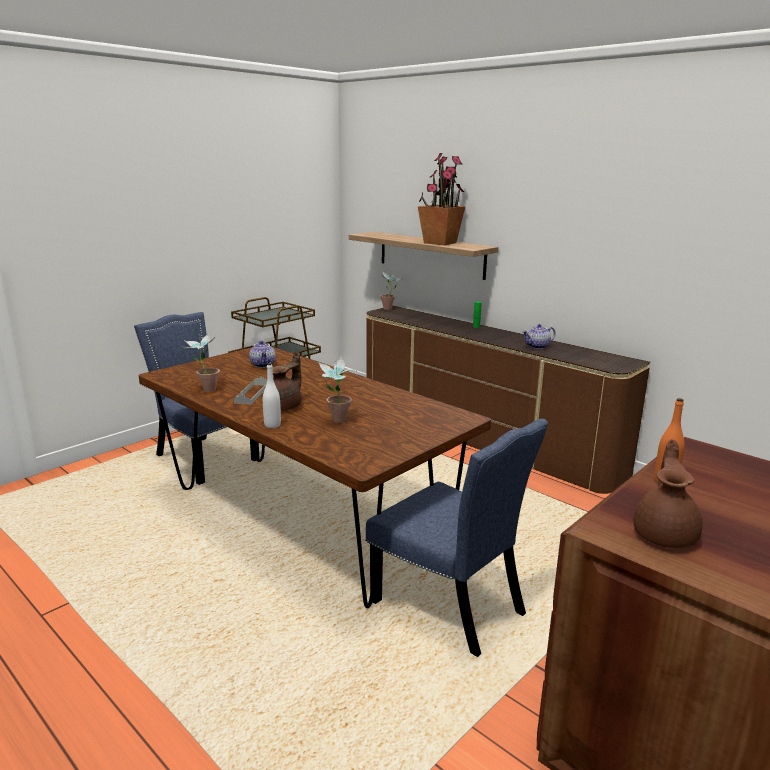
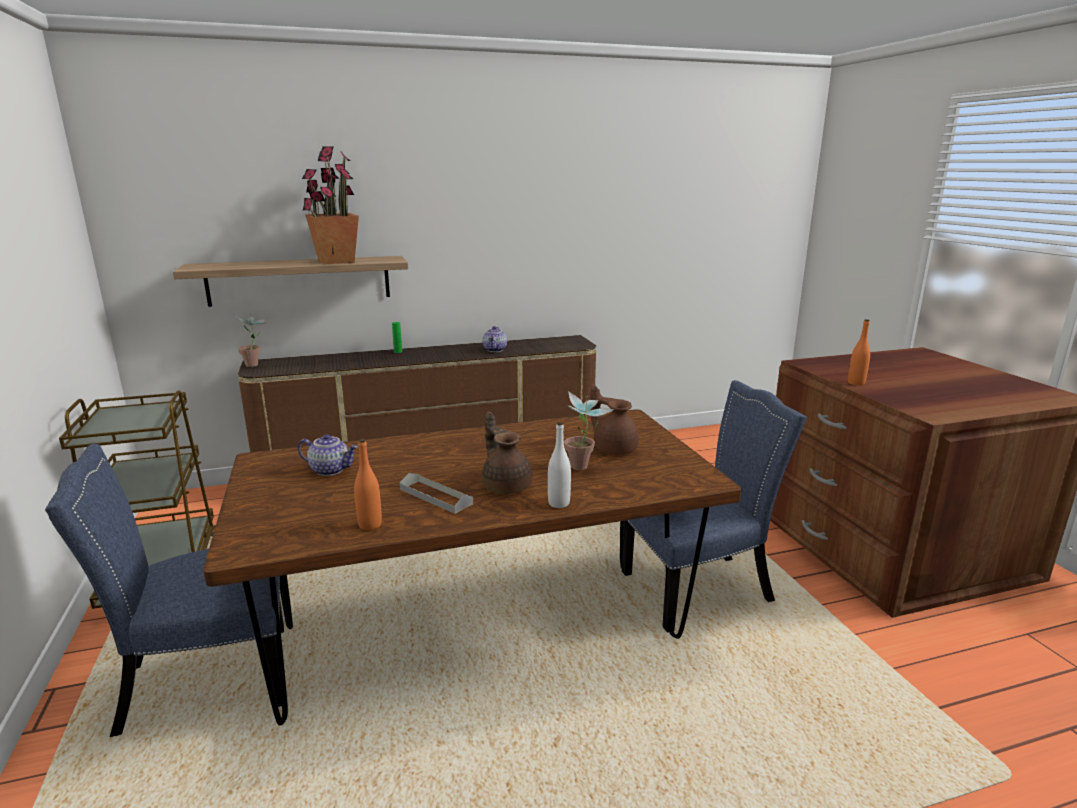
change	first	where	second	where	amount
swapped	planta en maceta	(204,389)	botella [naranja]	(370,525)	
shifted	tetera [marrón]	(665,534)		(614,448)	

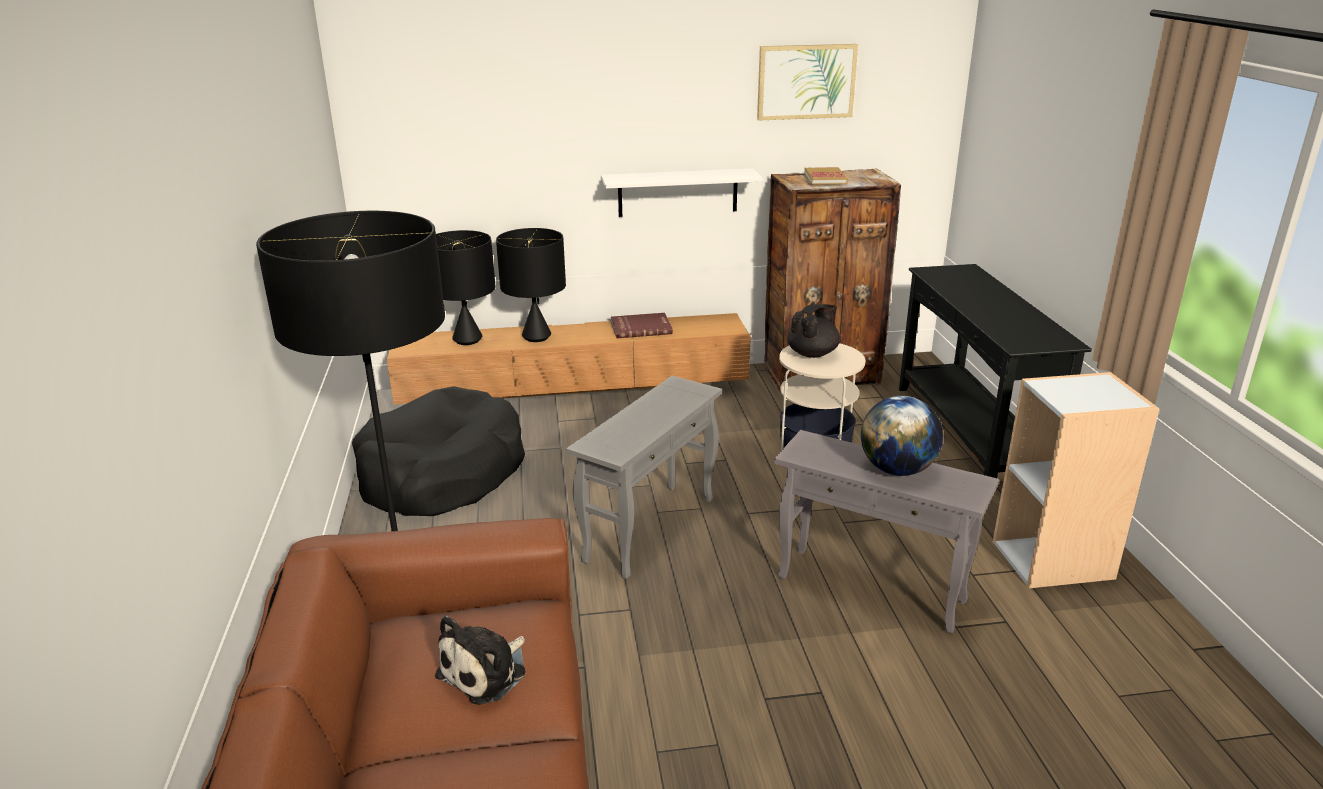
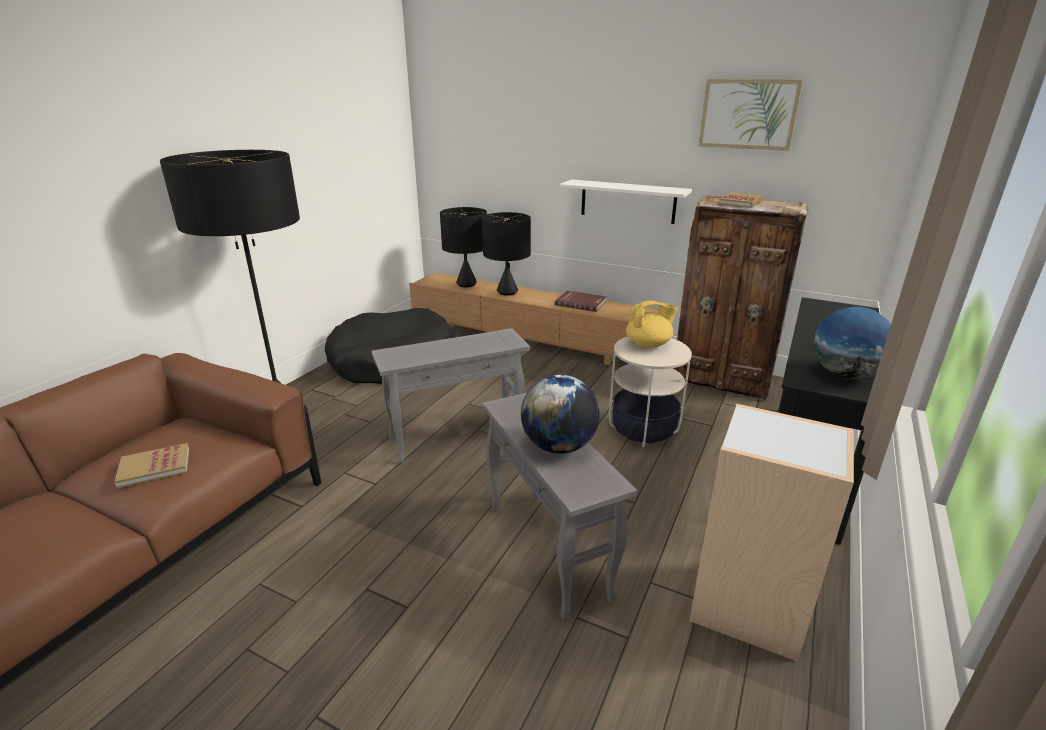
change	first	where	second	where	amount
swapped	peluche	(486,672)	libro	(154,467)	
repainted	tetera [negro]	(813,353)	tetera [amarillo]	(649,344)	
new			globo terráqueo	(845,375)	

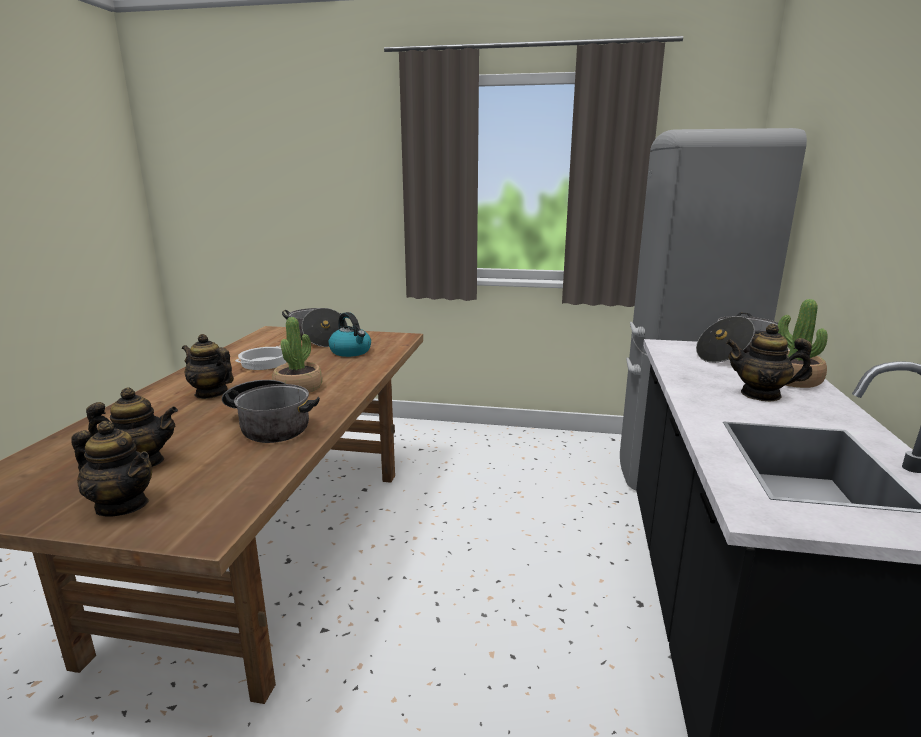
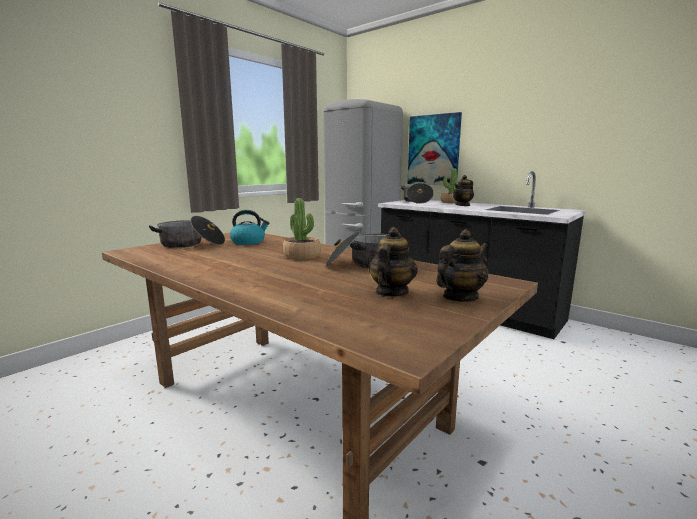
change	first	where	second	where	amount
new			cuadro	(433,150)	
gone	tetera	(211,393)			
gone	olla	(264,363)			

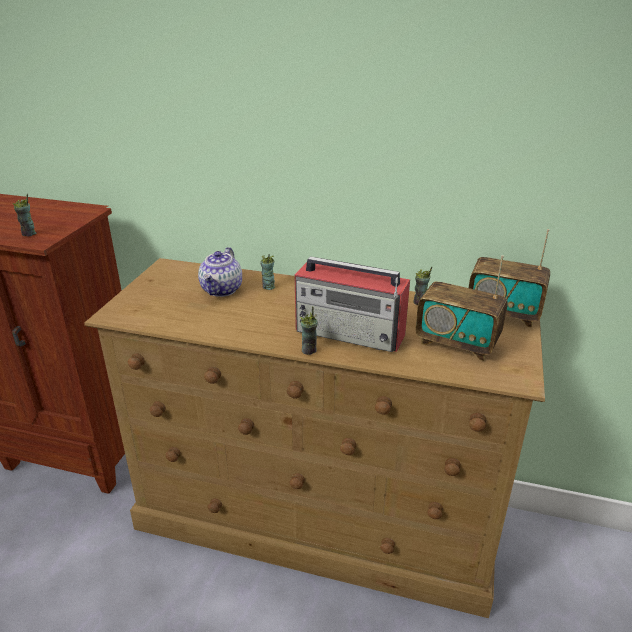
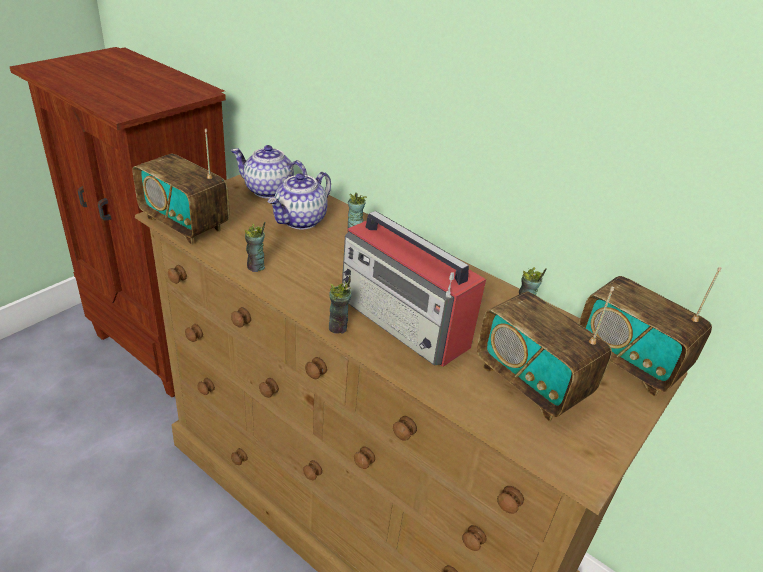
change	first	where	second	where	amount
new			radio	(185,224)	
new			tetera	(268,191)	
shifted	taza	(29,234)		(256,267)	

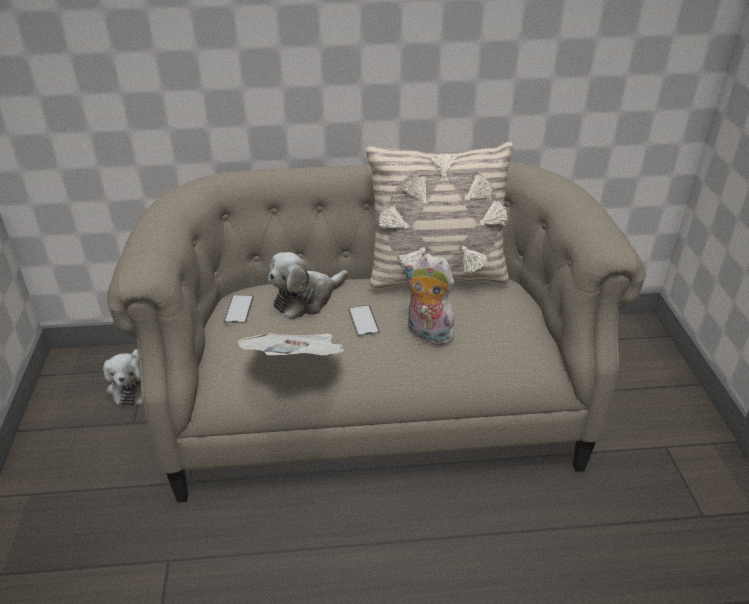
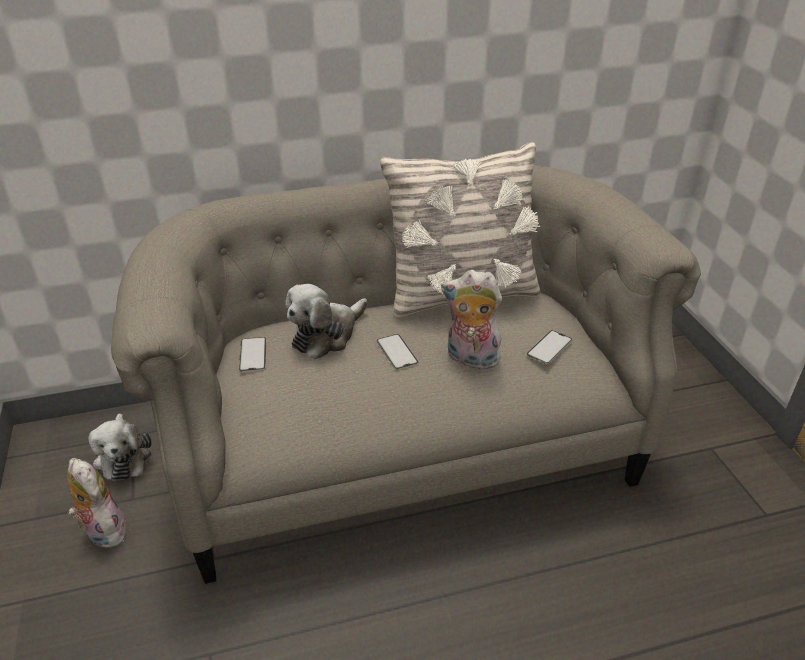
change	first	where	second	where	amount
new			peluche	(102,531)	
new			móvil	(549,347)	
gone	periódico	(297,364)			

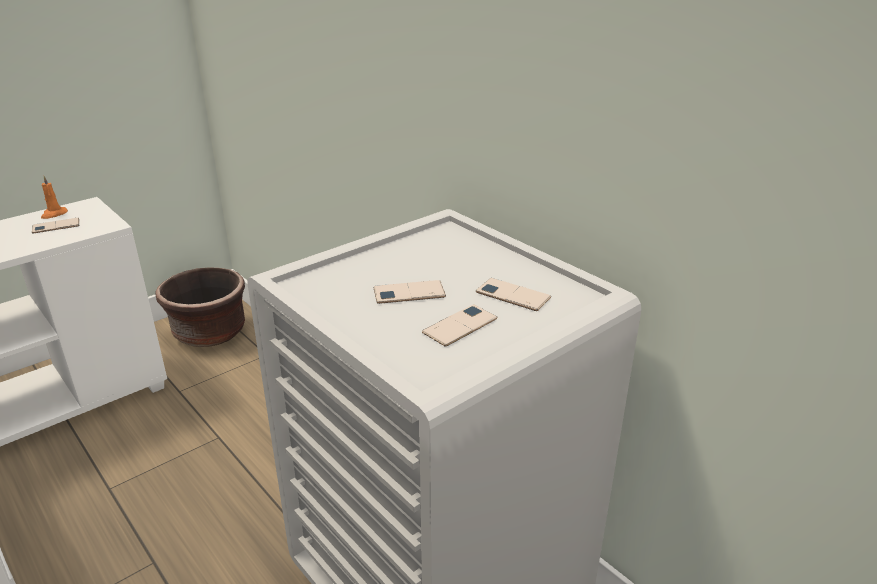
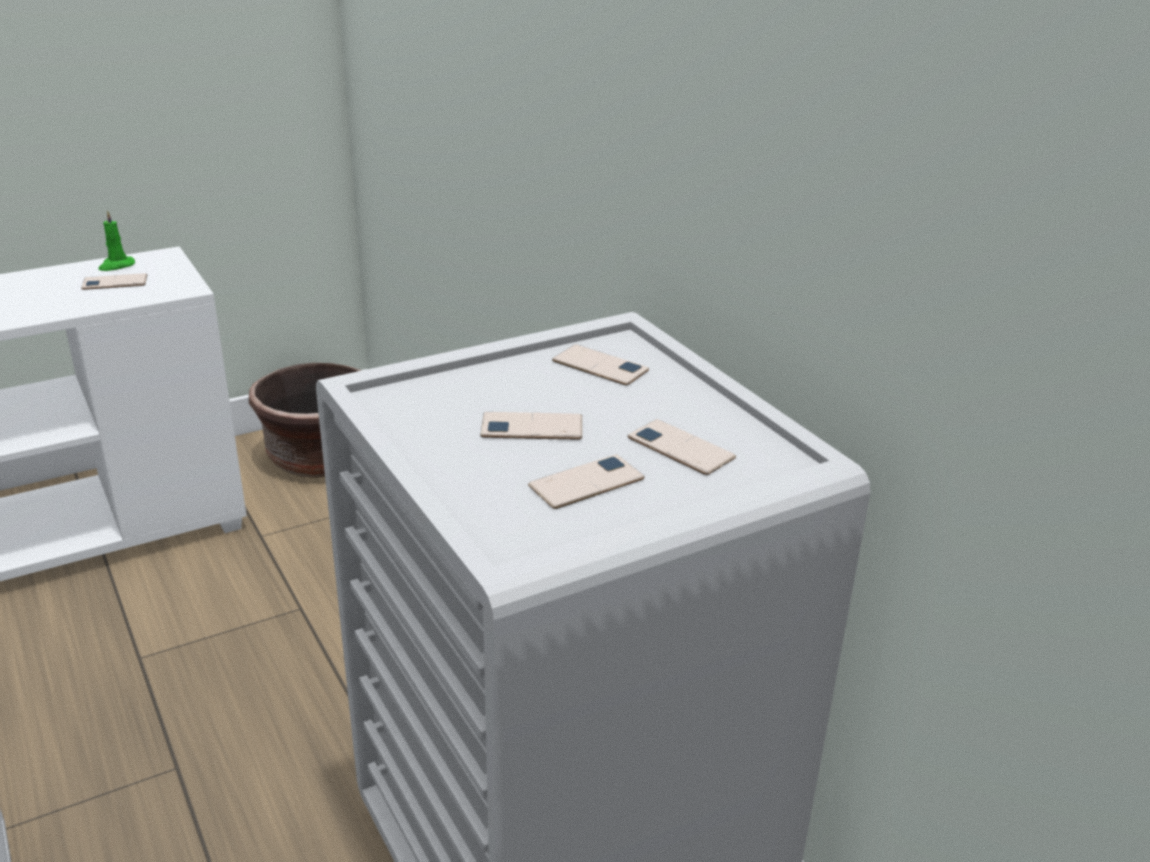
change	first	where	second	where	amount
repainted	vela [naranja]	(54,214)	vela [verde]	(116,266)	
new			móvil	(600,366)	

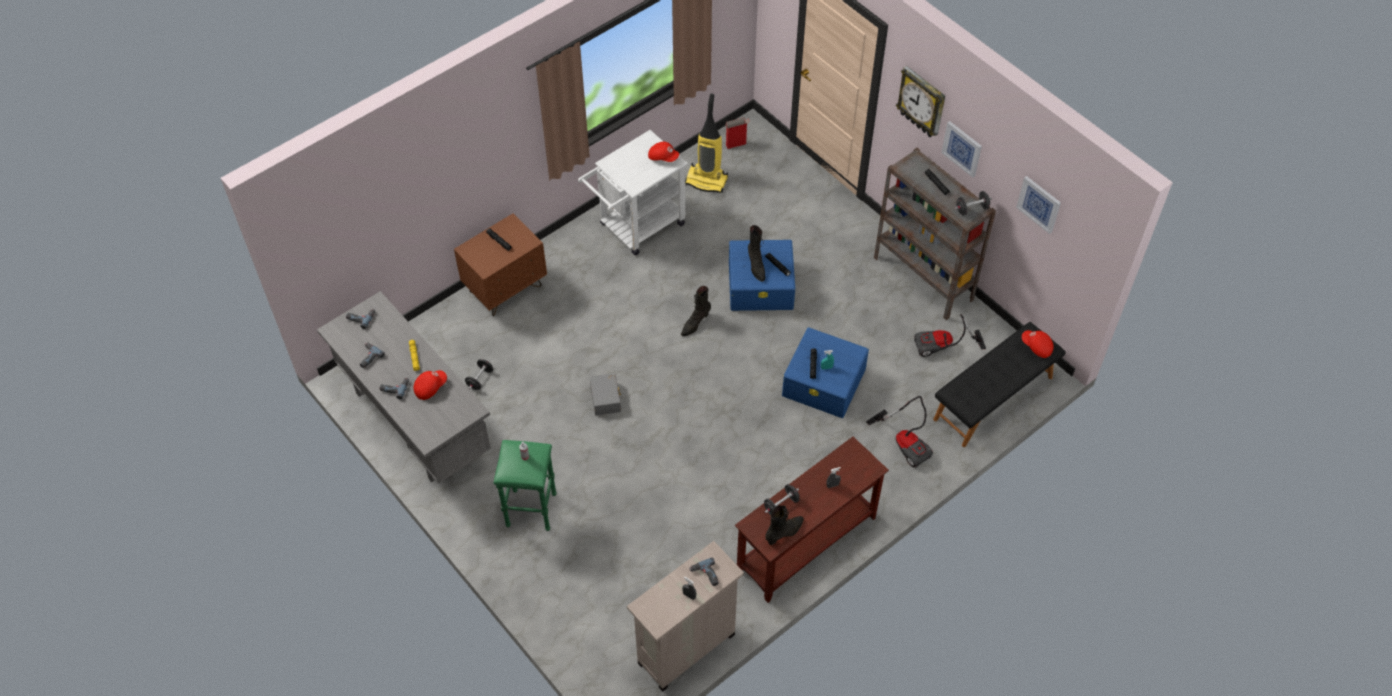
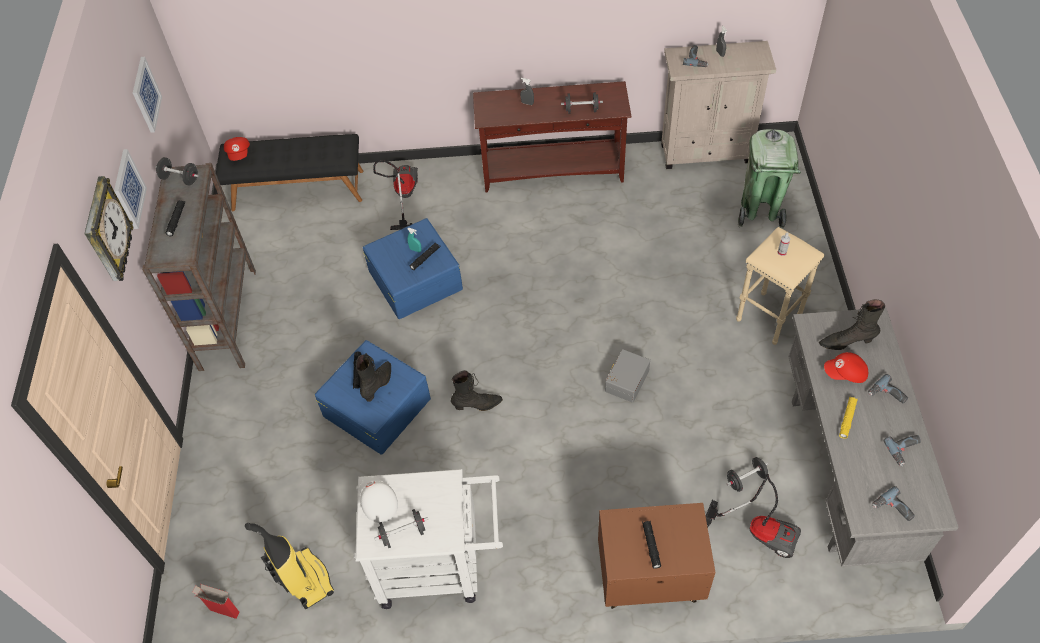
change	first	where	second	where	amount
repainted	gorra [rojo]	(663,157)	gorra [blanco]	(378,503)	
new			mancuerna [negro]	(403,534)	
shifted	aspiradora	(943,347)		(760,530)	
repainted	taburete [verde]	(532,508)	taburete [beis]	(767,318)	
new			papelera [verde]	(760,211)	
shifted	bota [negro]	(784,533)		(846,342)	

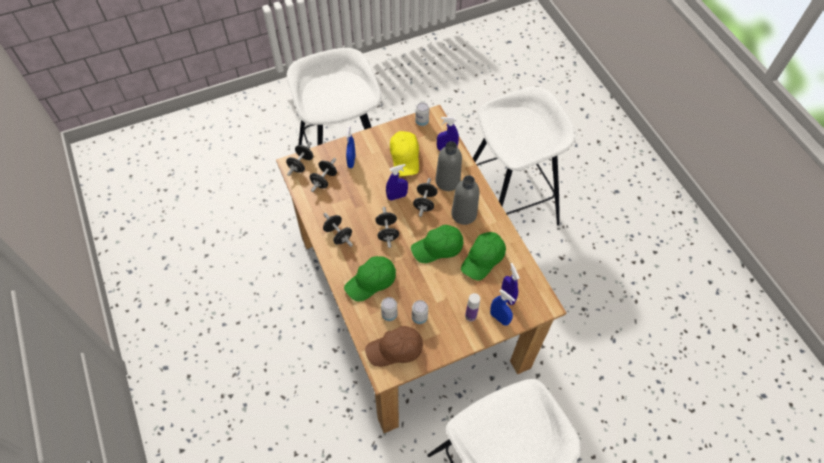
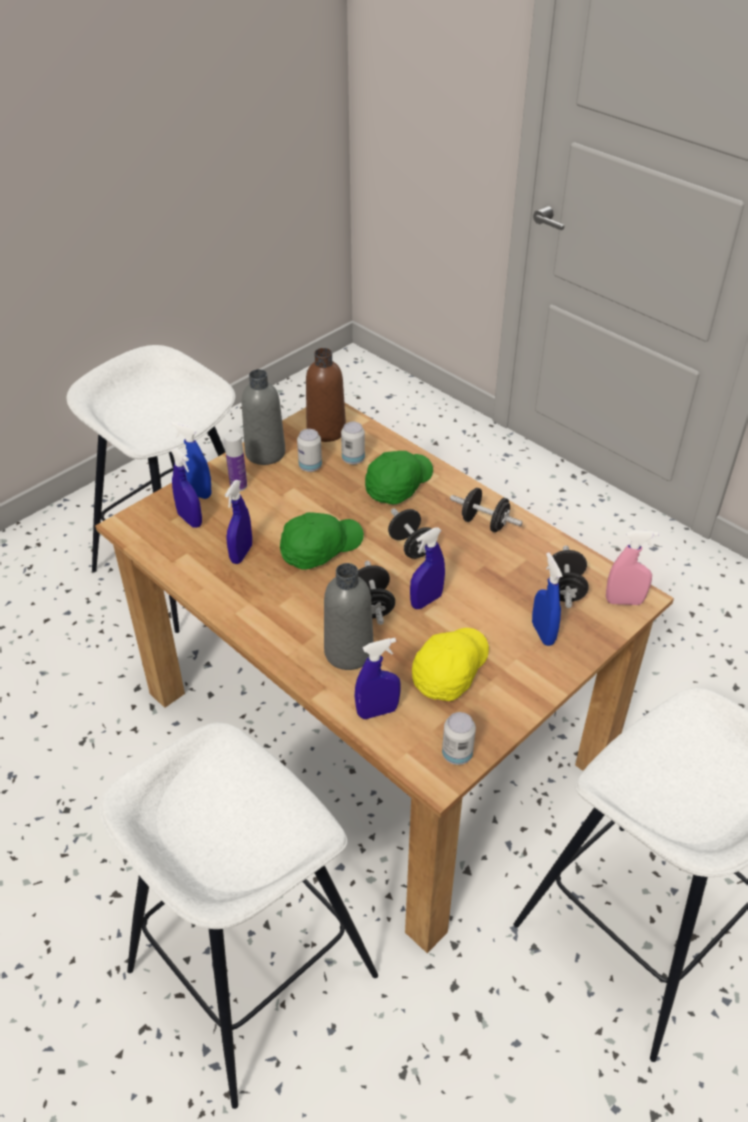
change	first	where	second	where	amount
swapped	gorra [verde]	(483,259)	pulverizador [azul]	(241,554)	
shifted	botella [gris]	(464,214)		(265,453)	
swapped	gorra [marrón]	(395,350)	botella [marrón]	(326,431)	
rotated	gorra [amarillo]	(405,158)		(449,670)	60 degrees clockwise
swapped	mancuerna [negro]	(301,164)	pulverizador [rosa]	(624,601)	

